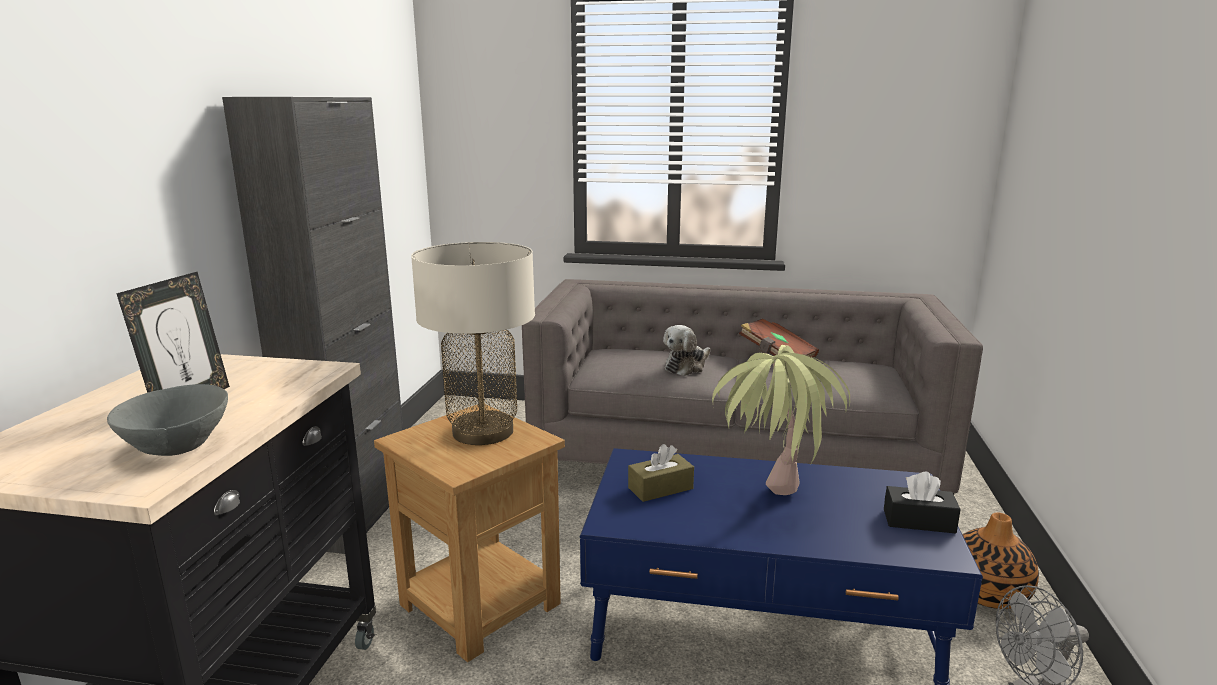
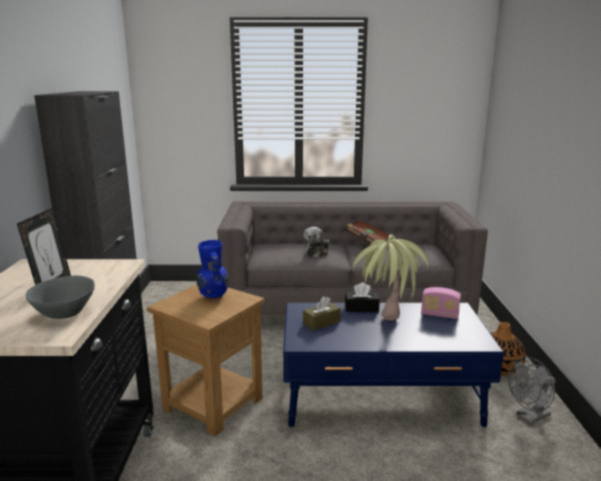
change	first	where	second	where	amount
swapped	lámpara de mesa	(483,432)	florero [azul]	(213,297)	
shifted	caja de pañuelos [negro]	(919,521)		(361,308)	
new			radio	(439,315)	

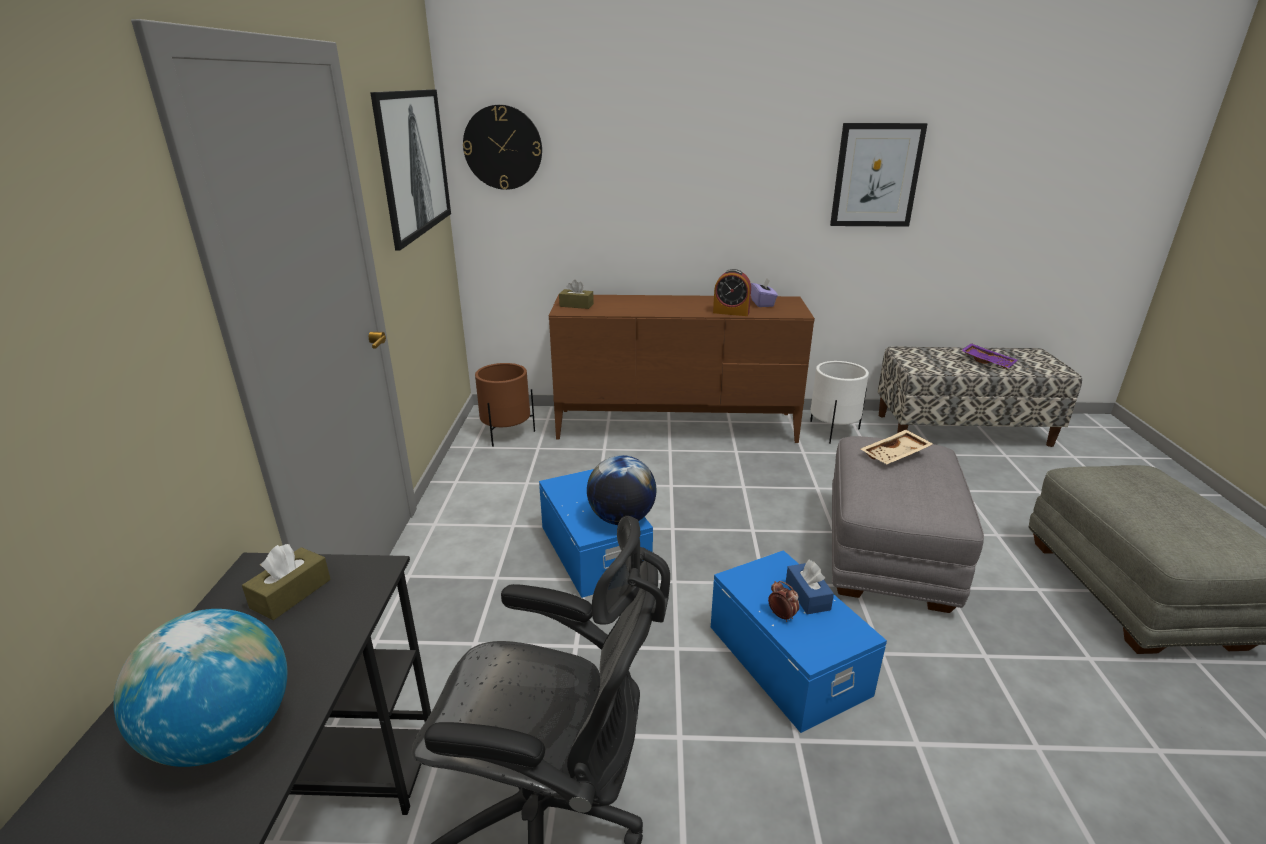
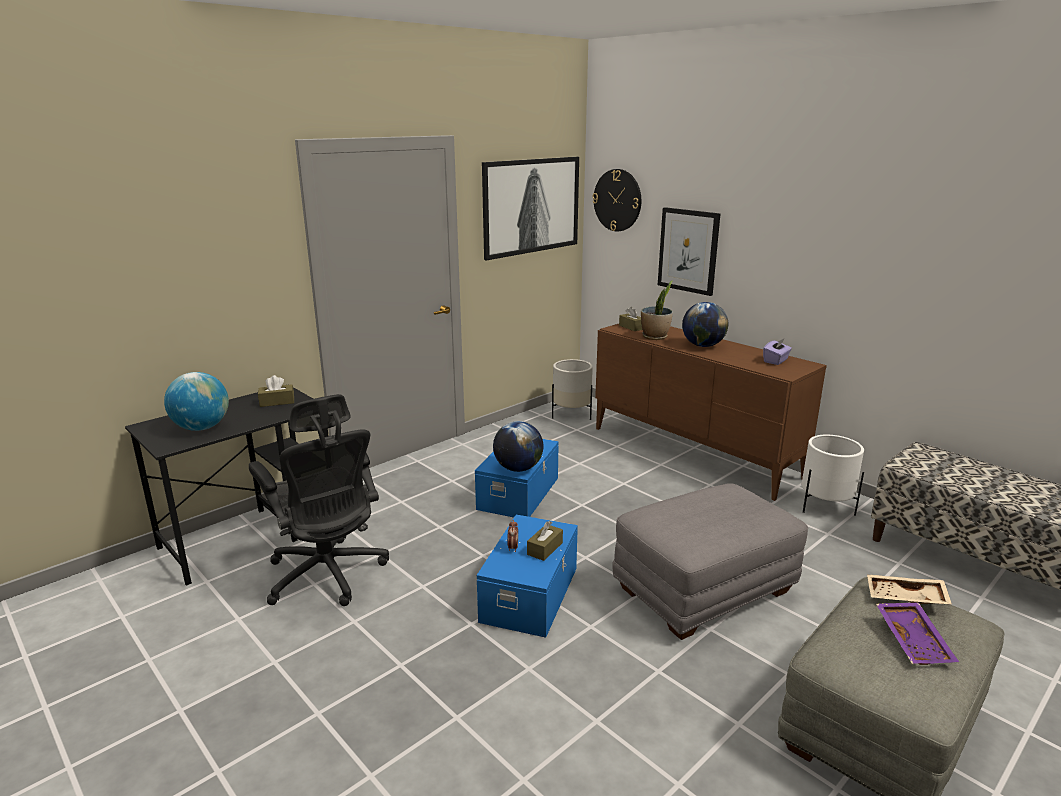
change	first	where	second	where	amount
repainted	caja de pañuelos [azul]	(807,596)	caja de pañuelos [marrón]	(545,549)	
repainted	maceta [marrón]	(506,433)	maceta [blanco]	(571,414)	
new			planta en maceta	(655,337)	
shifted	cuadro	(876,175)		(688,250)	
new			globo terráqueo	(702,345)	
shifted	bandeja [beis]	(896,455)		(905,598)	
shifted	bandeja [morado]	(987,361)		(914,641)	
gone	despertador	(731,312)			

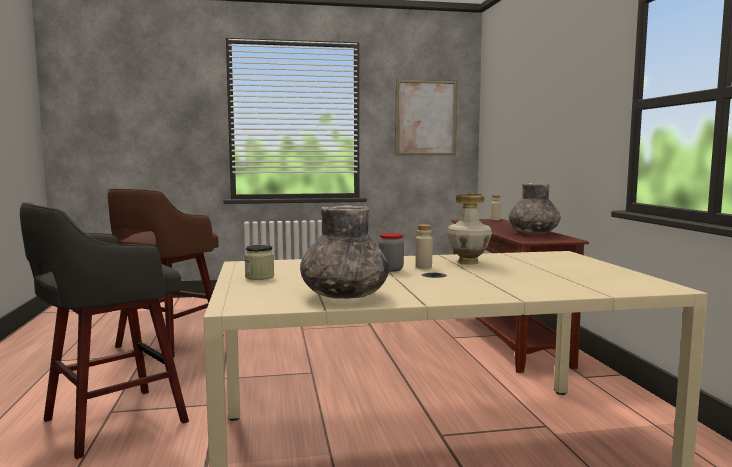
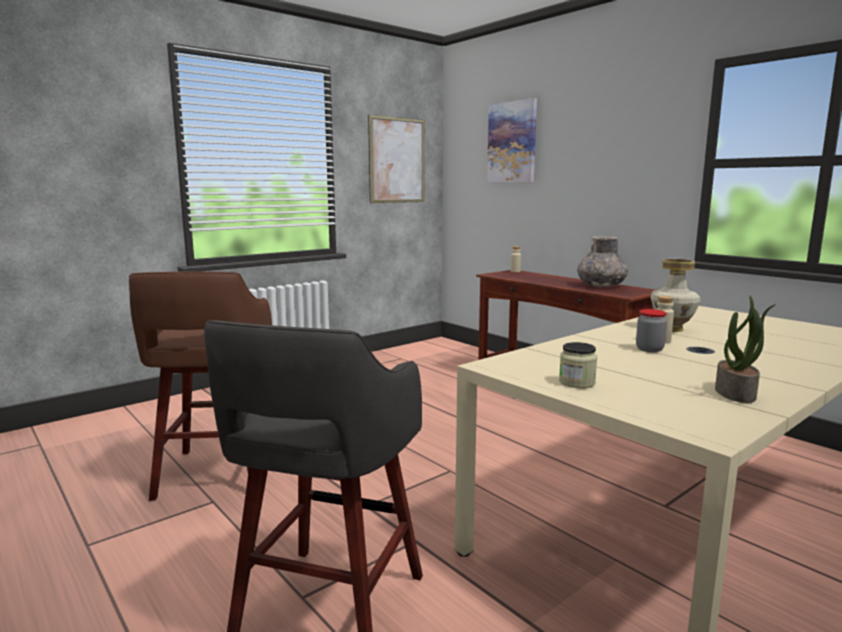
change	first	where	second	where	amount
new			cuadro	(512,142)	
swapped	florero [gris]	(344,296)	planta en maceta	(736,393)	

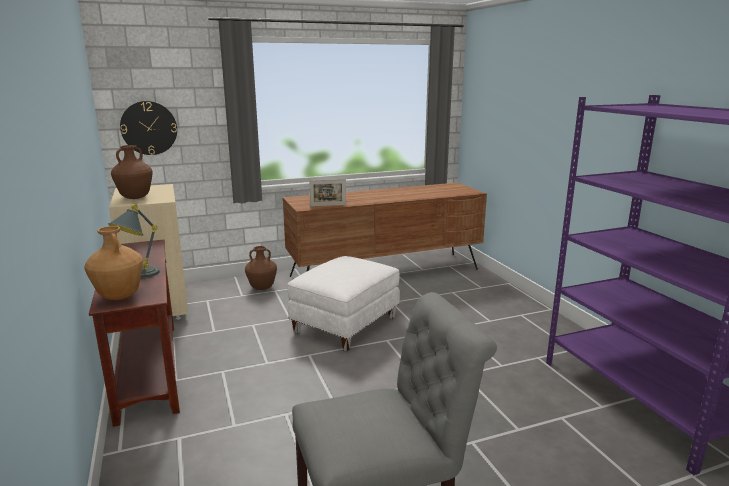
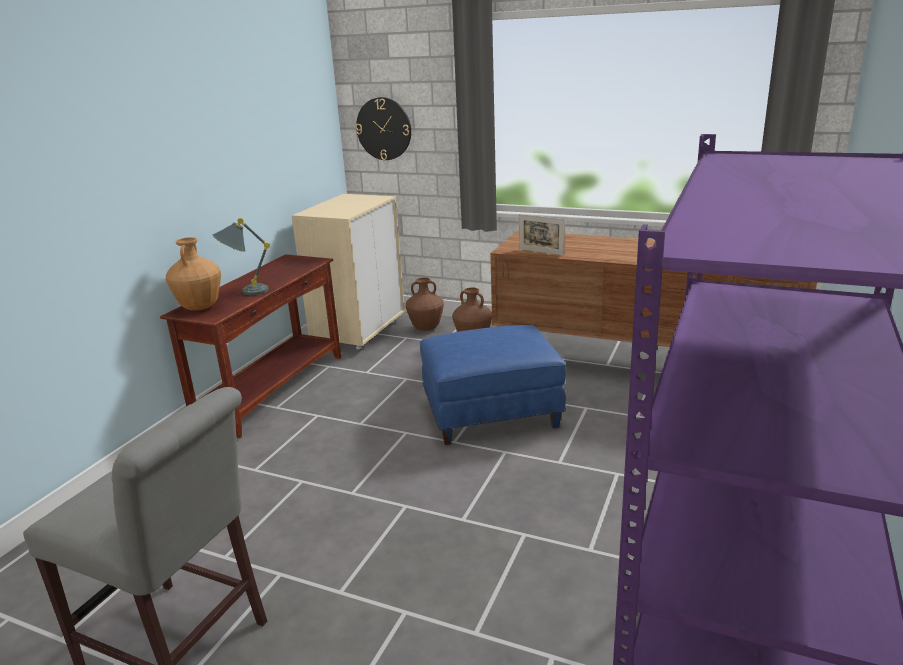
change	first	where	second	where	amount
shifted	florero [marrón]	(135,198)		(426,328)	
repainted	puf [blanco]	(345,325)	puf [azul]	(490,415)	

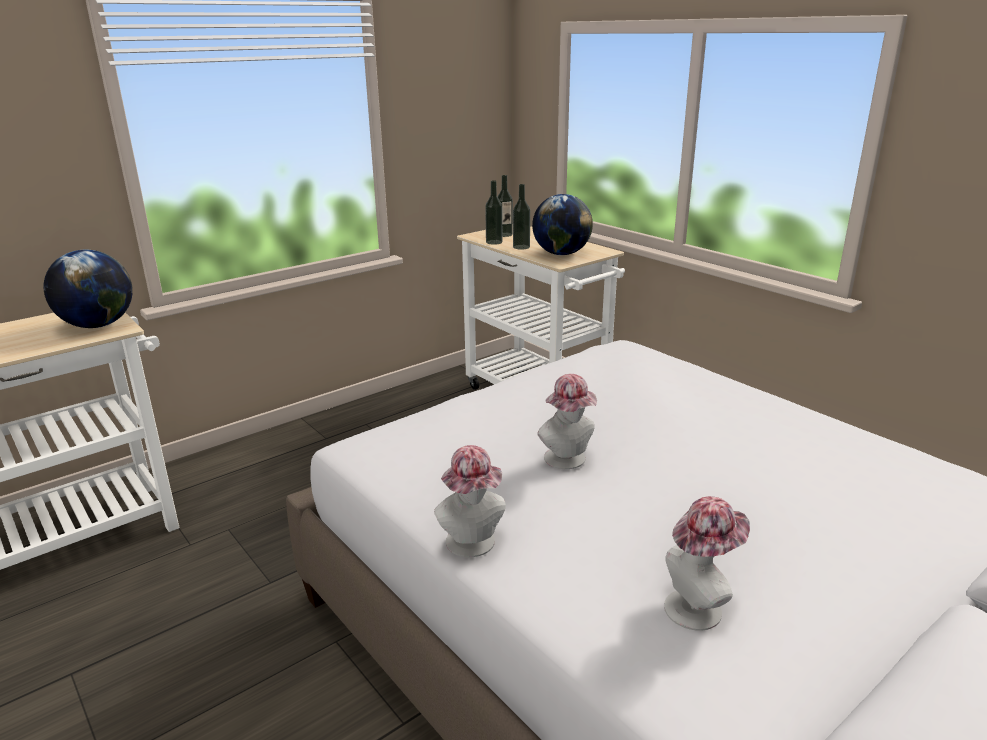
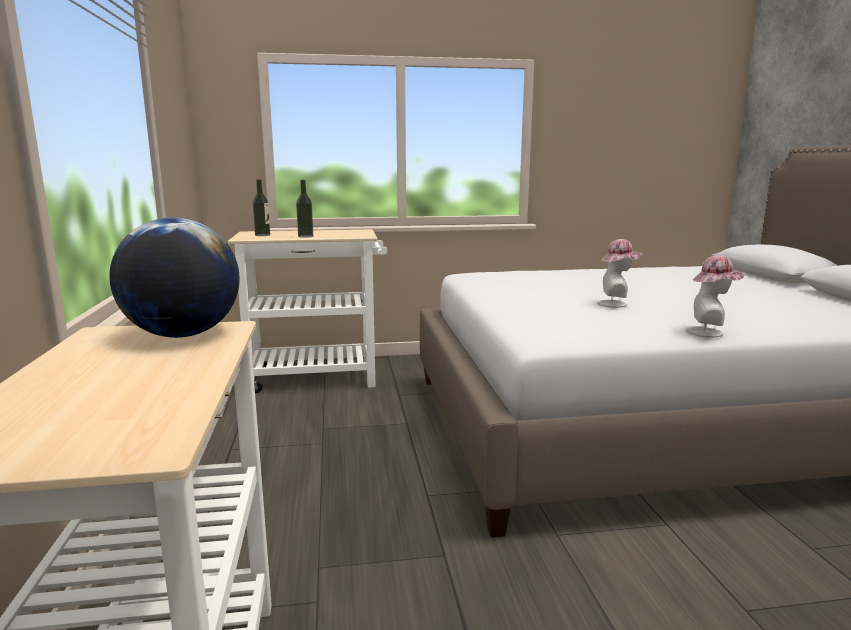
change	first	where	second	where	amount
gone	botella	(494,242)			
gone	globo terráqueo	(561,254)			
gone	sombrero	(699,607)			

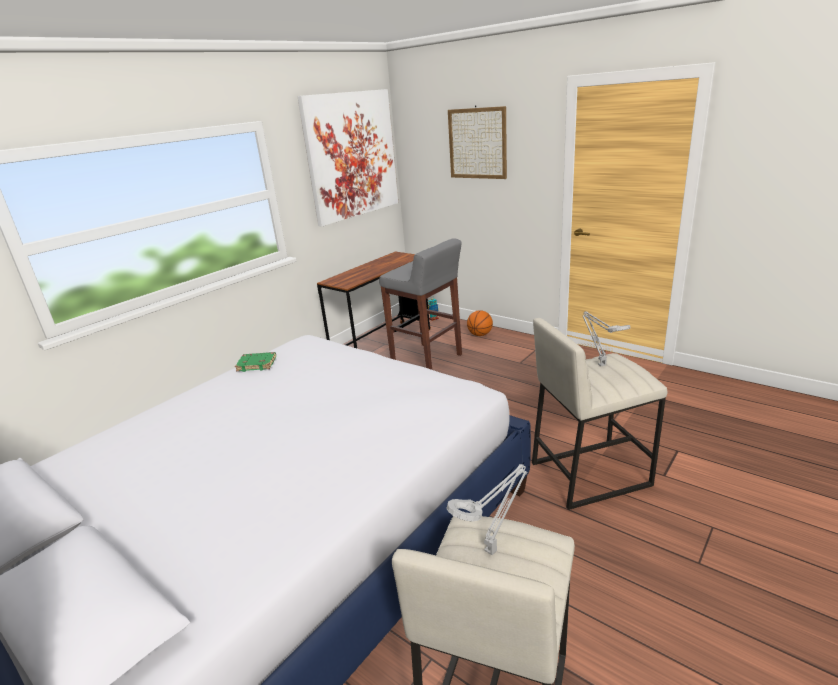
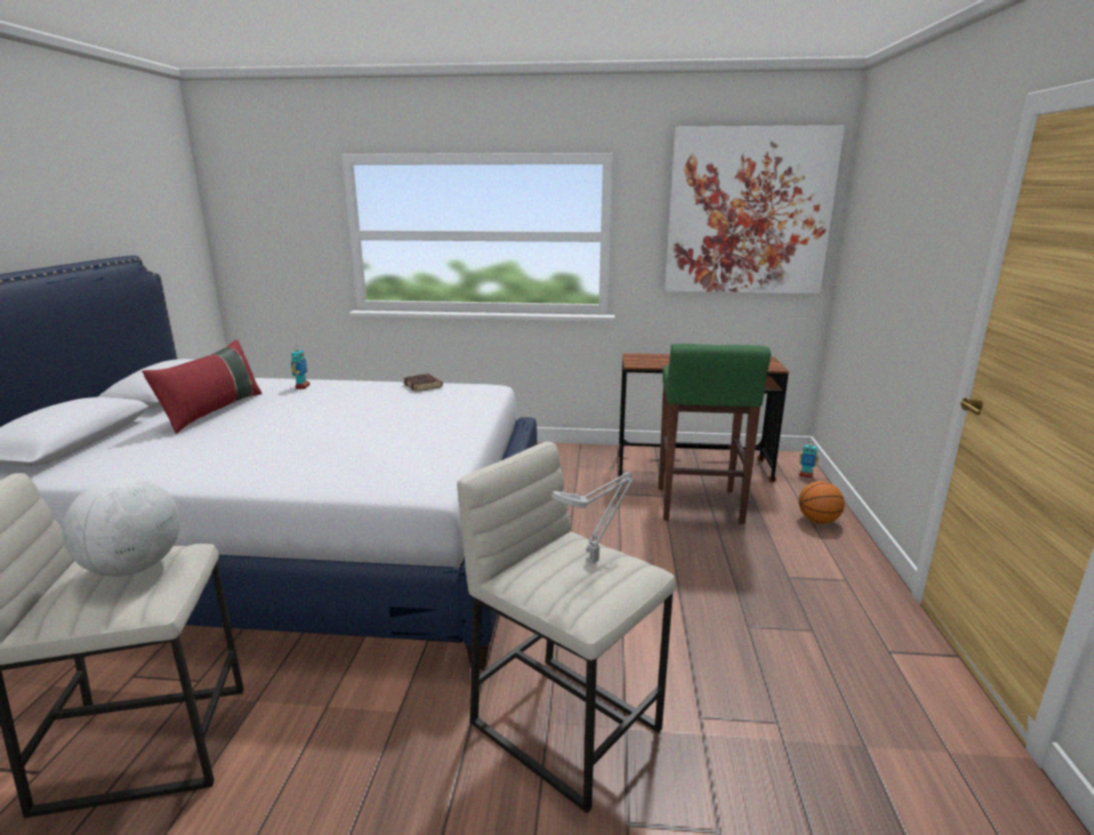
change	first	where	second	where	amount
swapped	lámpara de mesa [gris]	(492,549)	globo terráqueo	(134,568)	
new			cojín [rojo]	(214,411)	
new			robot de juguete	(302,386)	
repainted	libro [verde]	(257,364)	libro [marrón]	(423,385)	
repainted	taburete [gris]	(427,360)	taburete [verde]	(699,506)	
gone	cuadro	(477,142)			

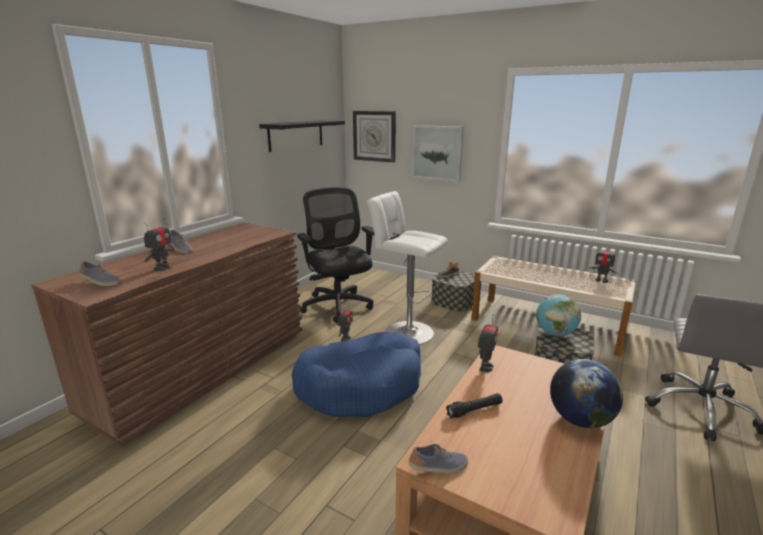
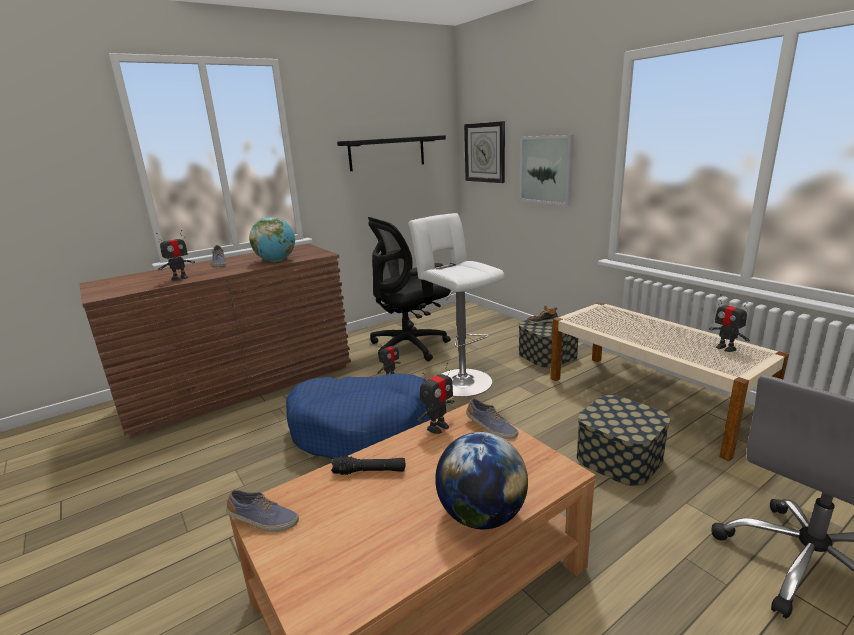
change	first	where	second	where	amount
shifted	globo terráqueo	(555,334)		(276,261)	
rotated	silla de oficina [negro]	(339,307)		(412,345)	120 degrees counterclockwise
shifted	zapato	(101,282)		(491,428)	

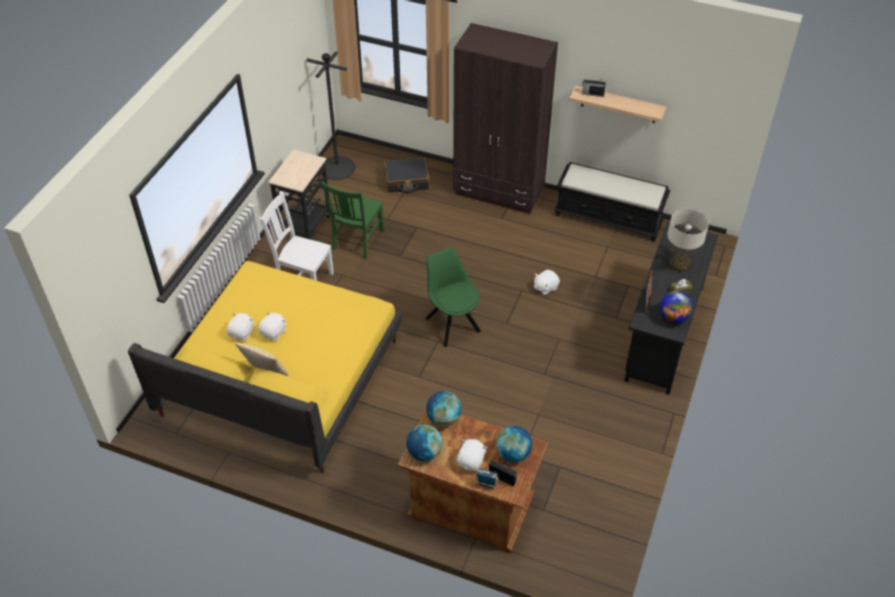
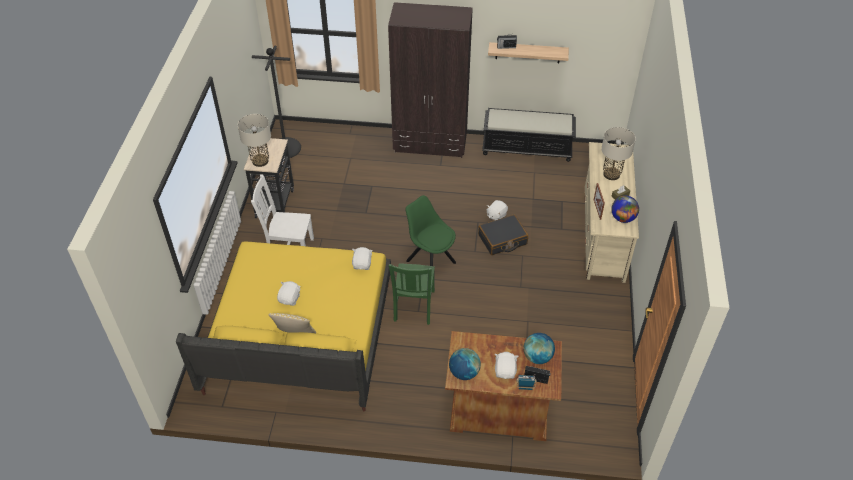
change	first	where	second	where	amount
new			lámpara de mesa	(260,161)	
shifted	peluche [blanco]	(242,333)		(362,264)	
shifted	silla [verde]	(357,241)		(413,307)	
shifted	maleta [negro]	(406,181)		(502,240)	
repainted	cómoda [negro]	(663,333)	cómoda [beis]	(603,234)	
gone	globo terráqueo	(443,419)			

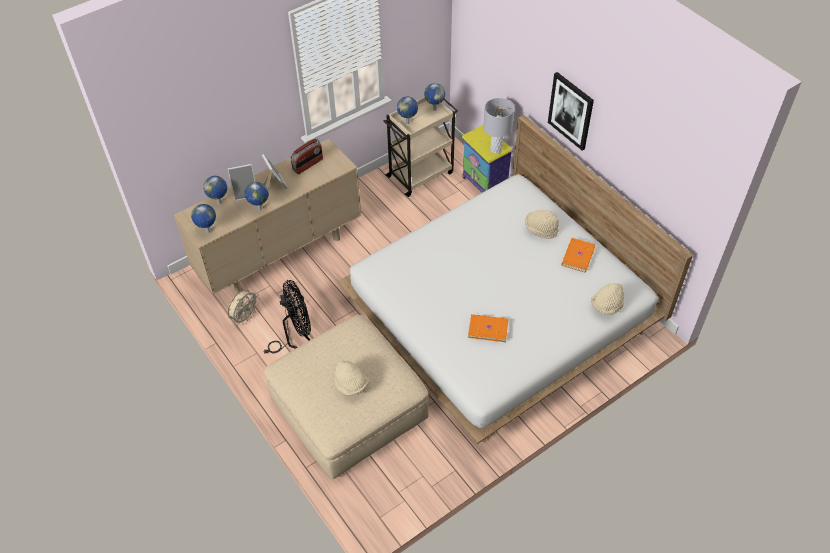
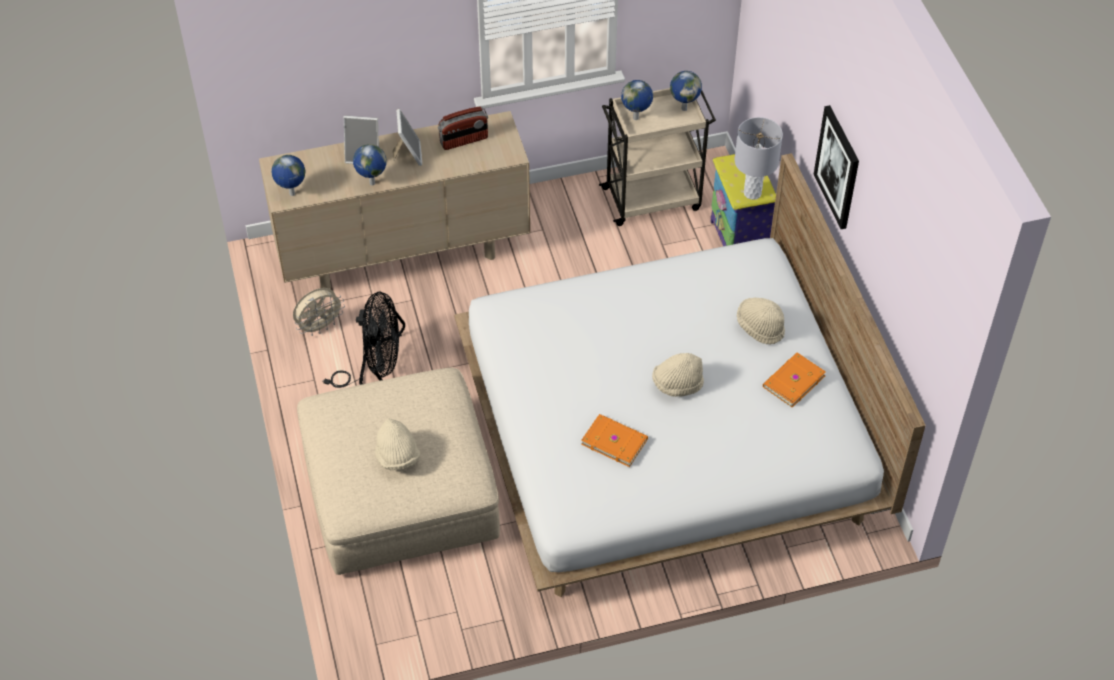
change	first	where	second	where	amount
shifted	sombrero [beis]	(606,306)		(677,384)	
gone	globo terráqueo	(219,203)			

